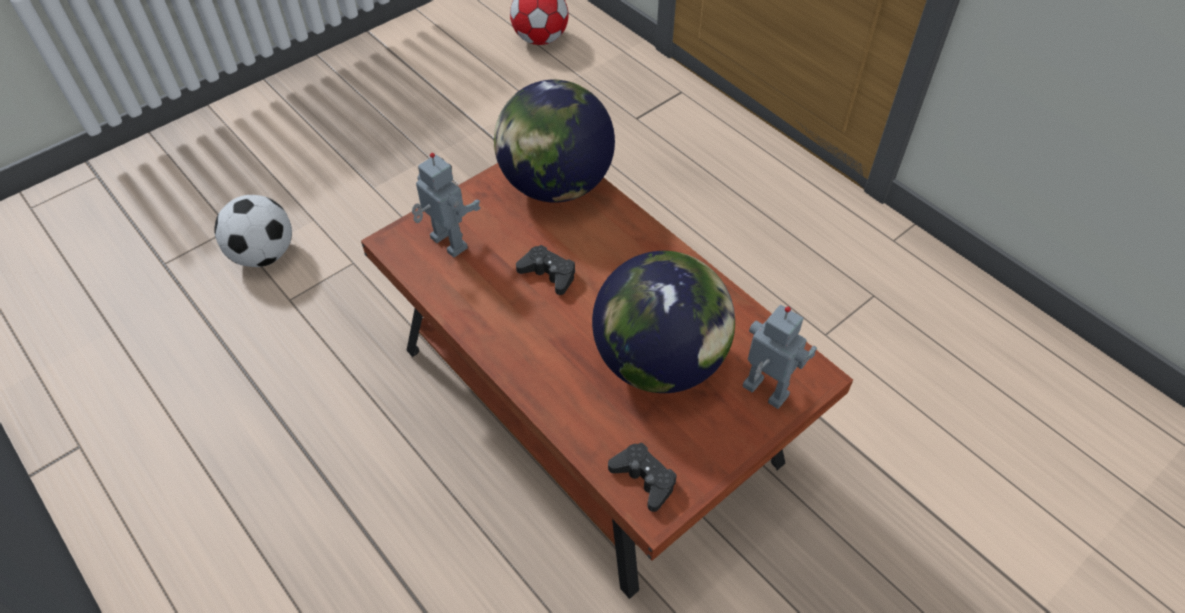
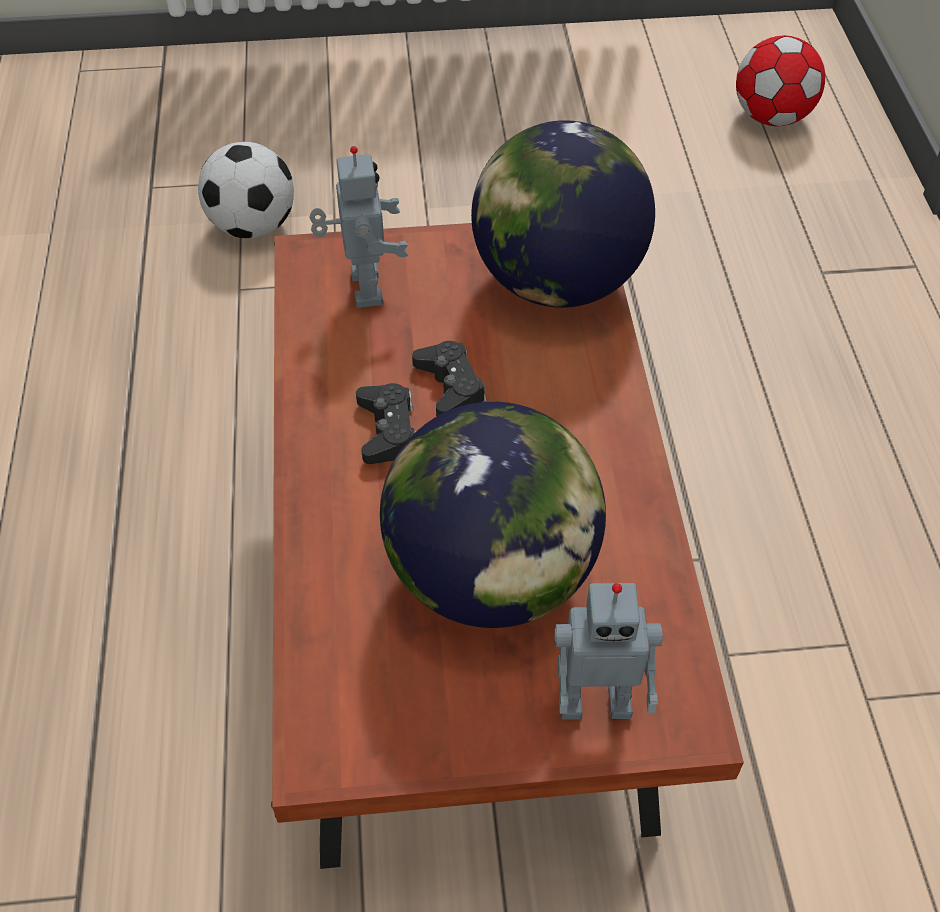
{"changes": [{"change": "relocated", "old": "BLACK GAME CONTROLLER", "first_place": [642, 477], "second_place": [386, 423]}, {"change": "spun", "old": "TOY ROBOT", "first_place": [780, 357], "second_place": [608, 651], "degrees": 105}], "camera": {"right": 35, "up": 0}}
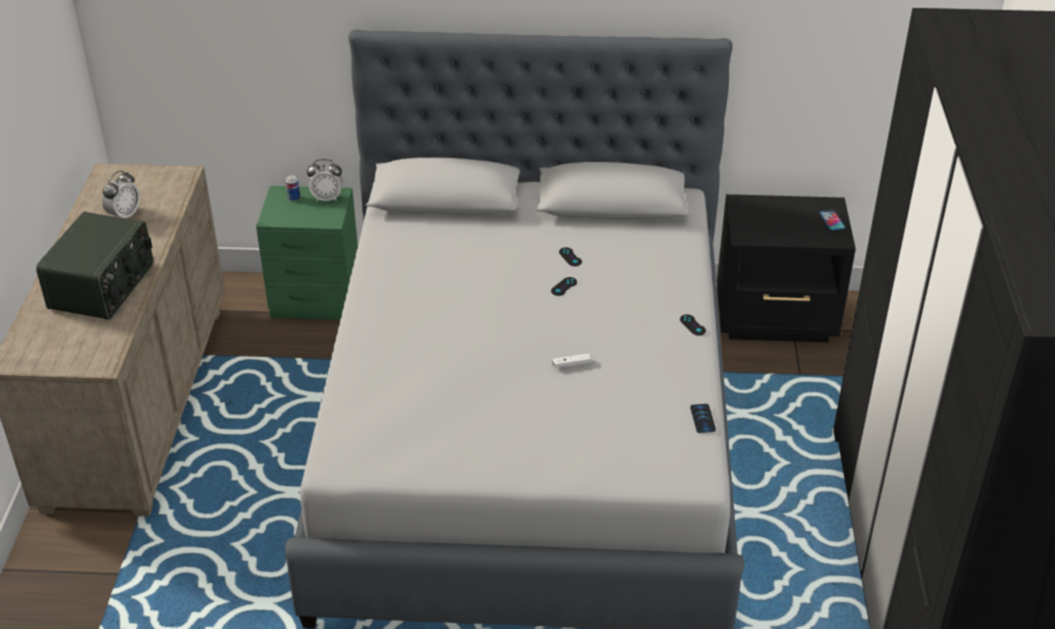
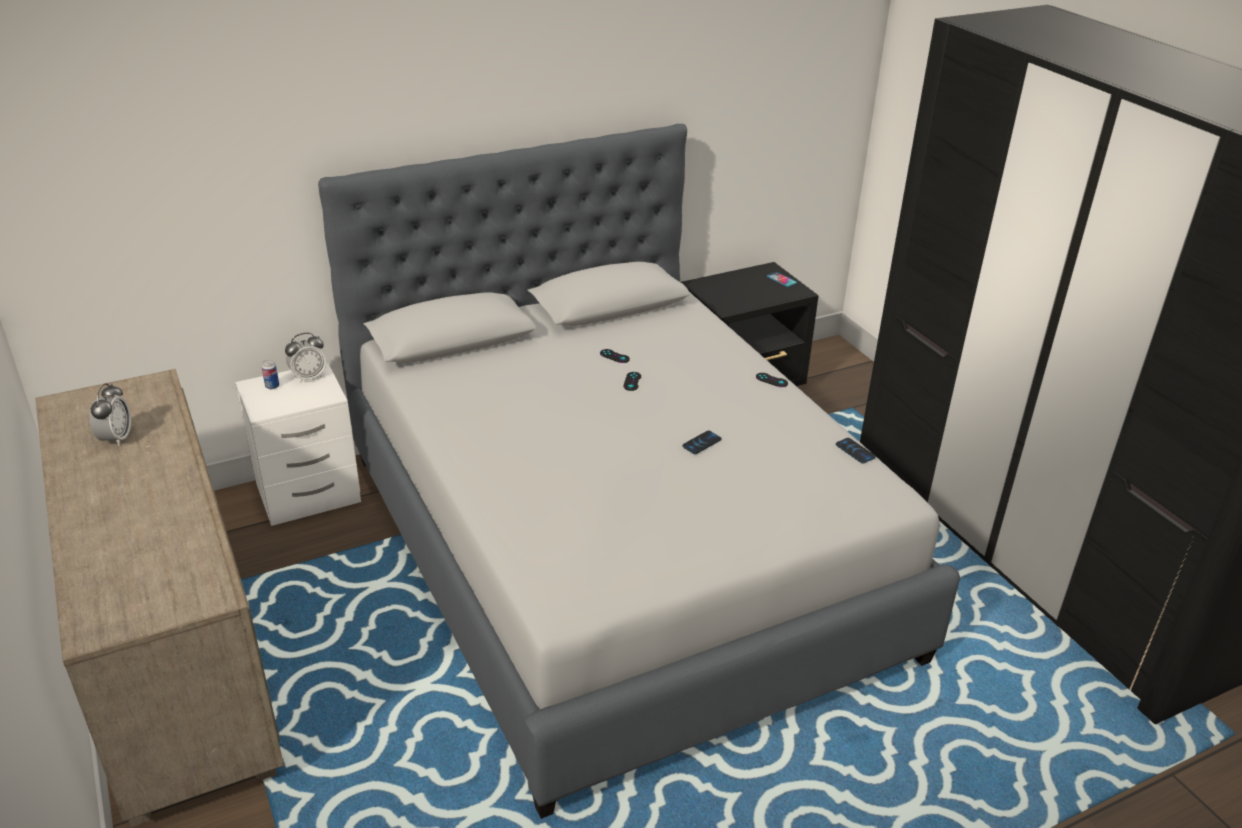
{"changes": [{"change": "colour", "old": "GREEN NIGHTSTAND", "new": "WHITE NIGHTSTAND", "first_place": [307, 253], "second_place": [298, 444]}, {"change": "exchanged", "old": "WHITE GAME CONTROLLER", "new": "PHONE", "first_place": [571, 360], "second_place": [702, 442]}, {"change": "missing", "old": "RADIO", "first_place": [95, 266]}], "camera": {"right": -30, "up": -5}}
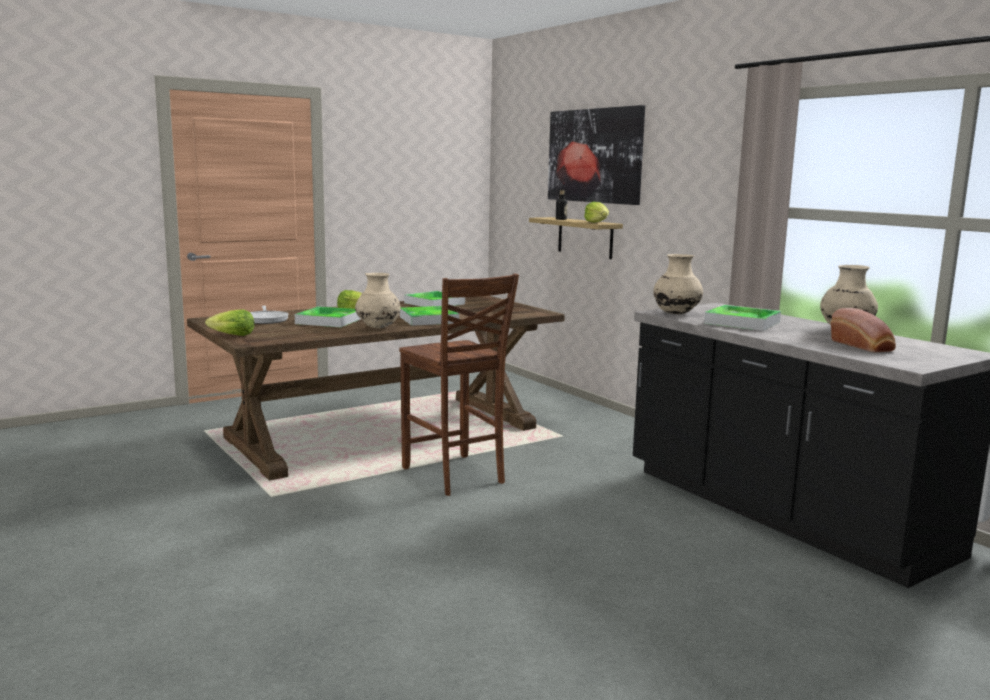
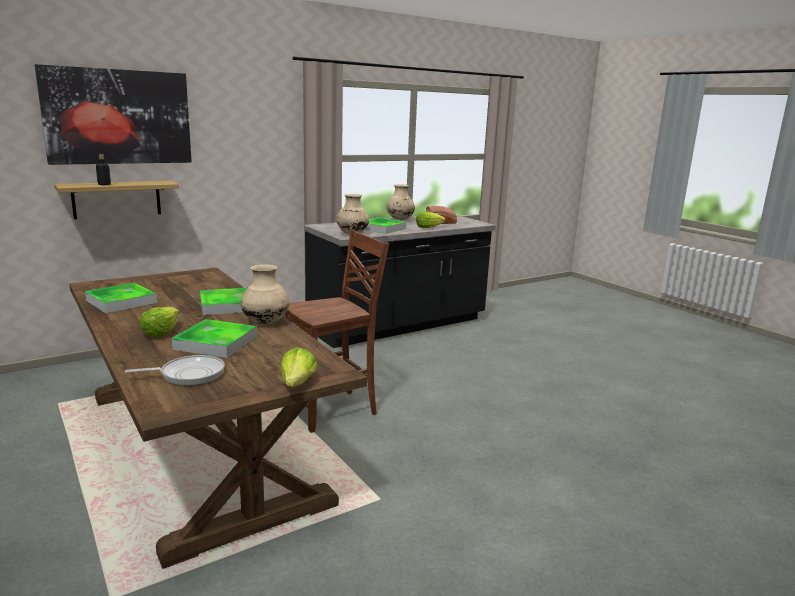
{"changes": [{"change": "relocated", "old": "LETTUCE", "first_place": [596, 212], "second_place": [430, 219]}], "camera": {"right": -90, "up": 5}}
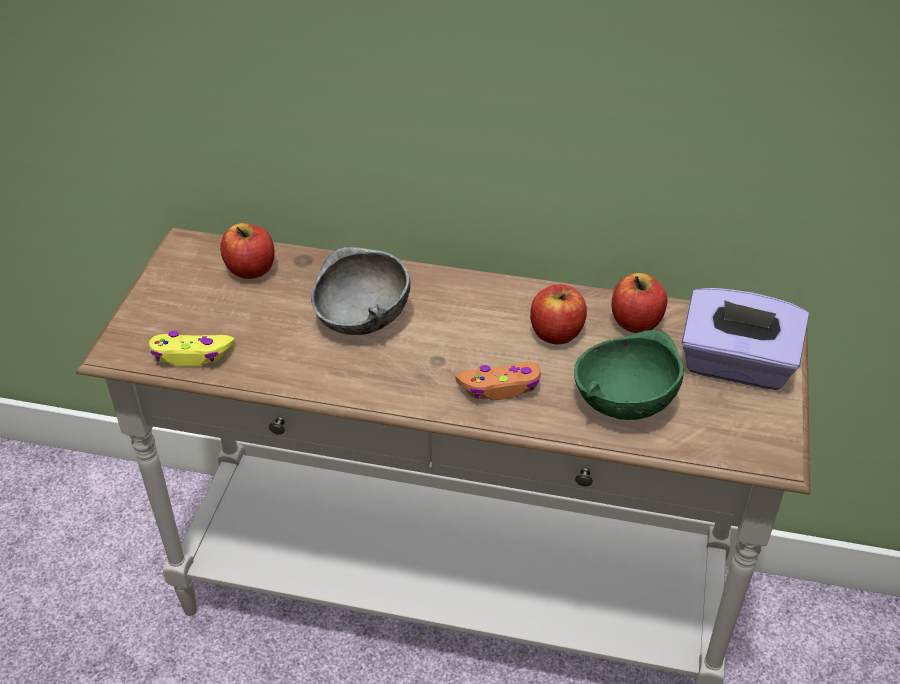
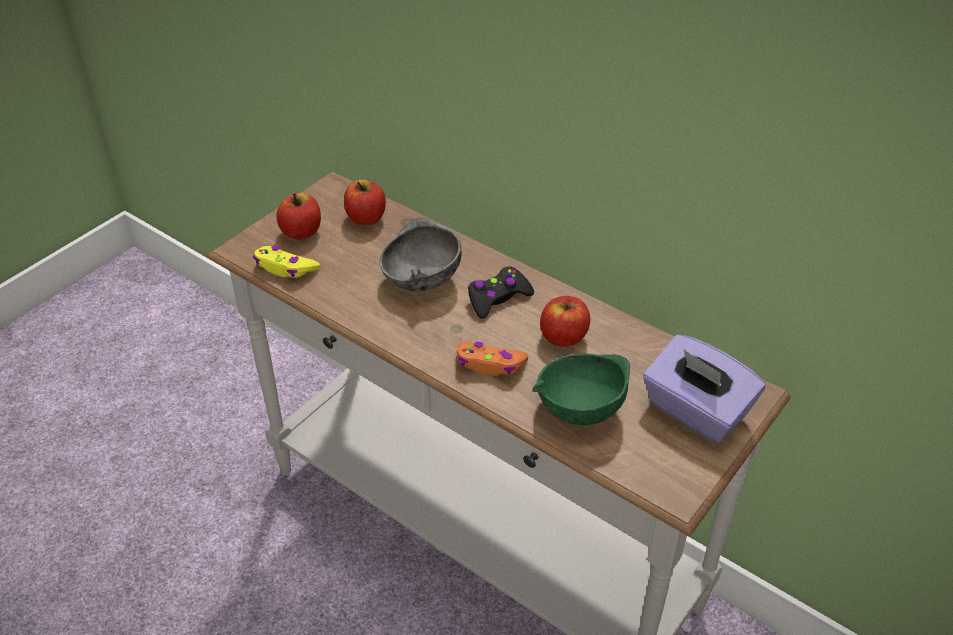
{"changes": [{"change": "relocated", "old": "APPLE", "first_place": [639, 303], "second_place": [298, 216]}, {"change": "appeared", "new": "BLACK GAME CONTROLLER", "second_place": [501, 292]}], "camera": {"right": 25, "up": 0}}
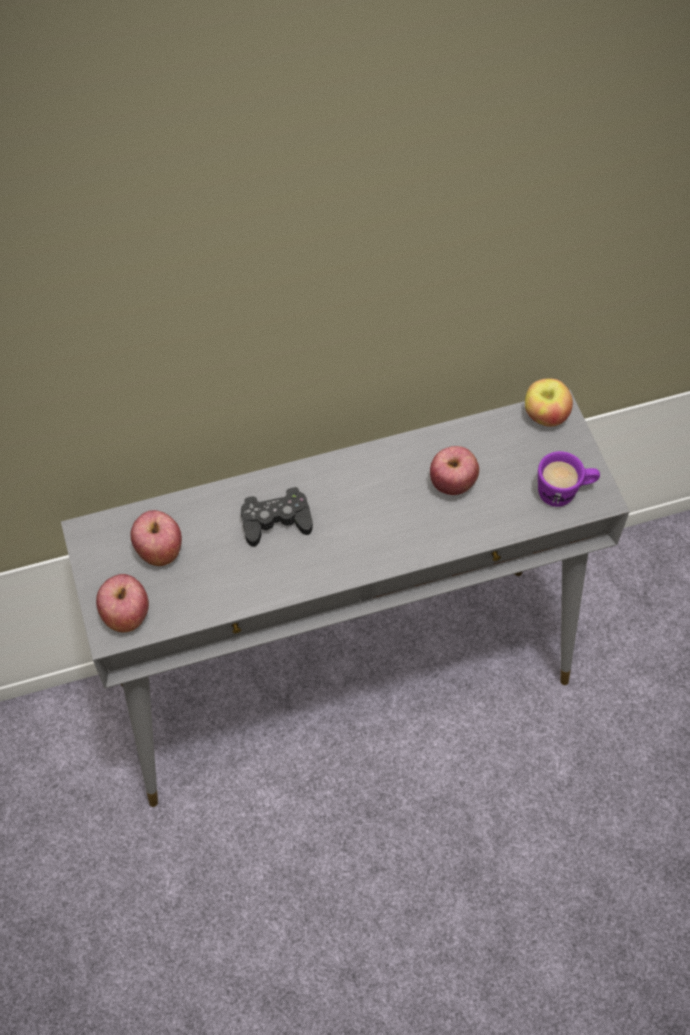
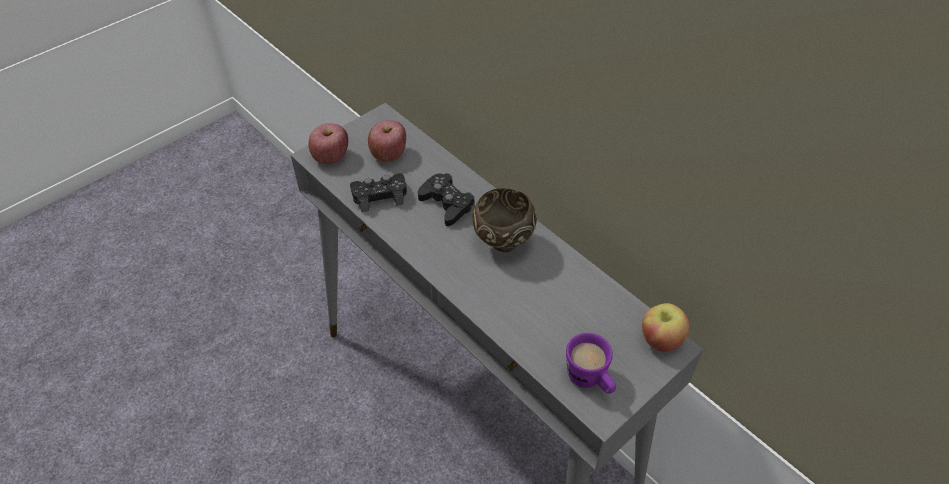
{"changes": [{"change": "appeared", "new": "BLACK GAME CONTROLLER", "second_place": [378, 193]}, {"change": "appeared", "new": "BROWN BOWL", "second_place": [504, 220]}, {"change": "missing", "old": "APPLE", "first_place": [454, 470]}], "camera": {"right": 65, "up": -10}}
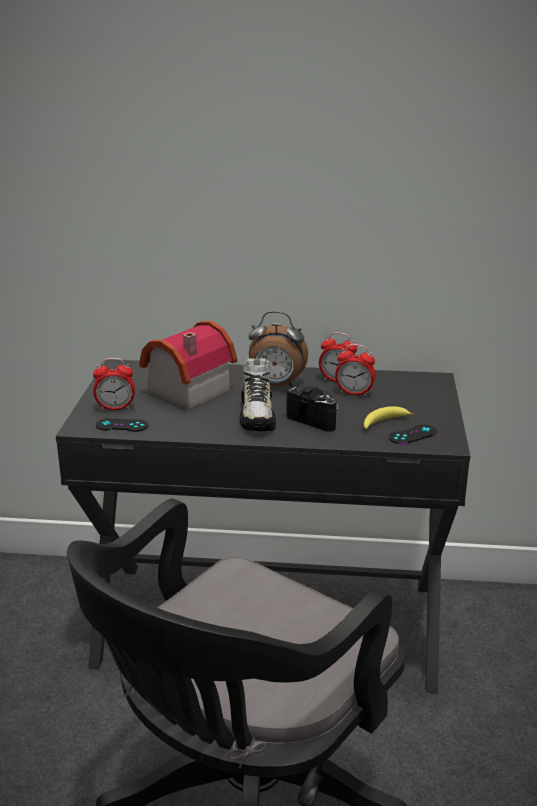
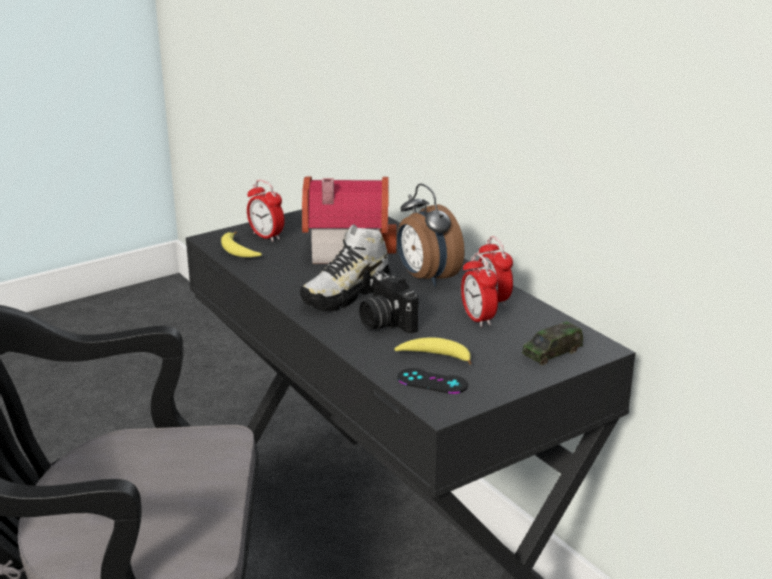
{"changes": [{"change": "exchanged", "old": "BLACK GAME CONTROLLER", "new": "BANANA", "first_place": [122, 425], "second_place": [241, 244]}, {"change": "spun", "old": "PHOTO CAMERA", "first_place": [312, 408], "second_place": [388, 302], "degrees": 150}, {"change": "appeared", "new": "TOY CAR", "second_place": [552, 344]}], "camera": {"right": 50, "up": 0}}
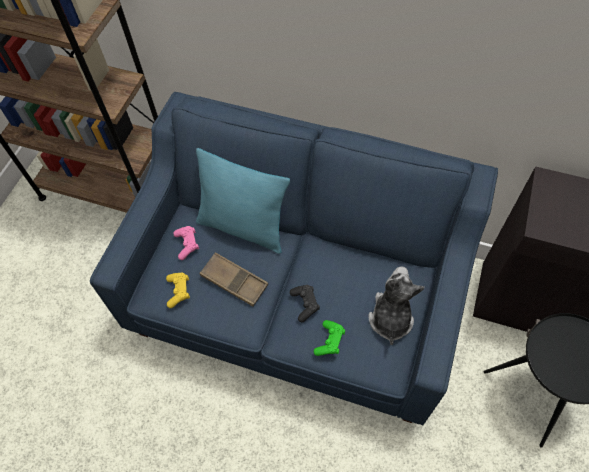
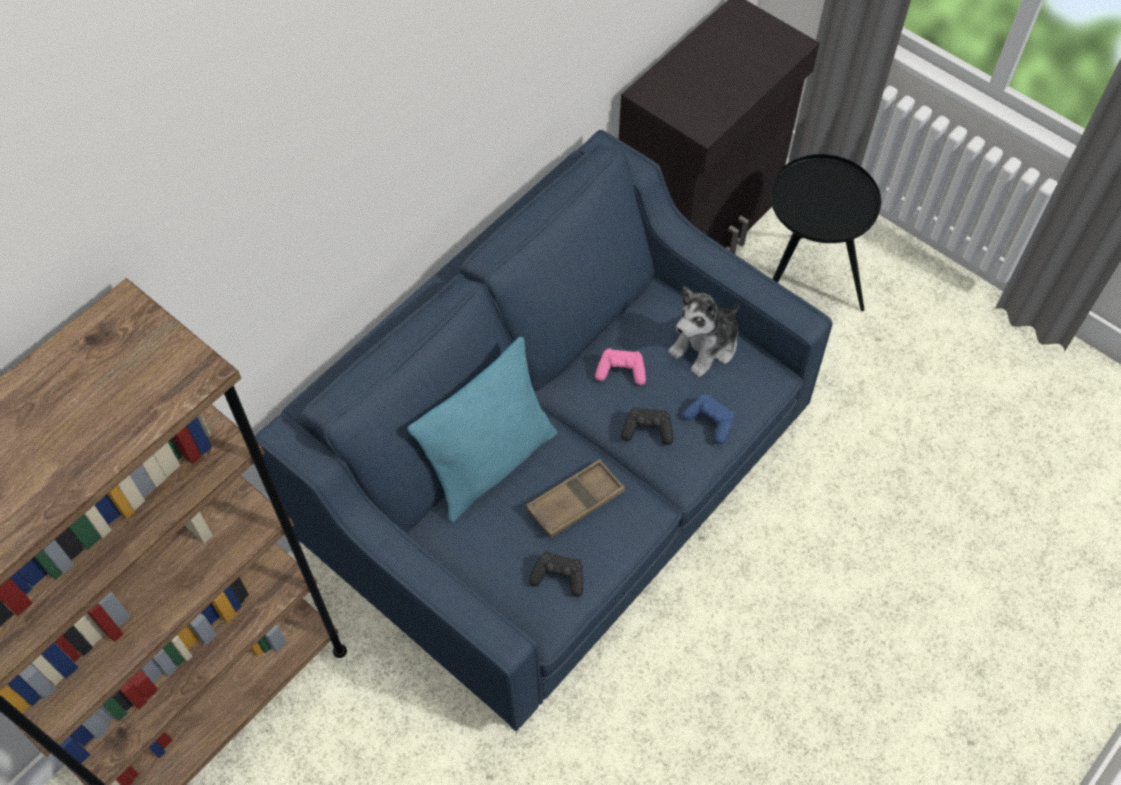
{"changes": [{"change": "colour", "old": "YELLOW GAME CONTROLLER", "new": "BLACK GAME CONTROLLER", "first_place": [178, 290], "second_place": [556, 574]}, {"change": "relocated", "old": "PINK GAME CONTROLLER", "first_place": [186, 243], "second_place": [620, 367]}, {"change": "spun", "old": "PLUSH TOY", "first_place": [396, 305], "second_place": [704, 331], "degrees": -75}, {"change": "colour", "old": "GREEN GAME CONTROLLER", "new": "BLUE GAME CONTROLLER", "first_place": [329, 338], "second_place": [708, 419]}], "camera": {"right": -70, "up": 0}}
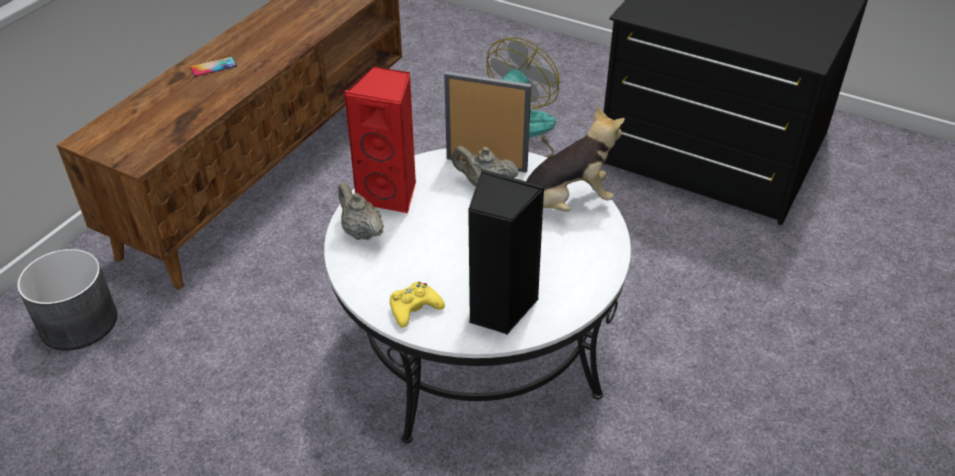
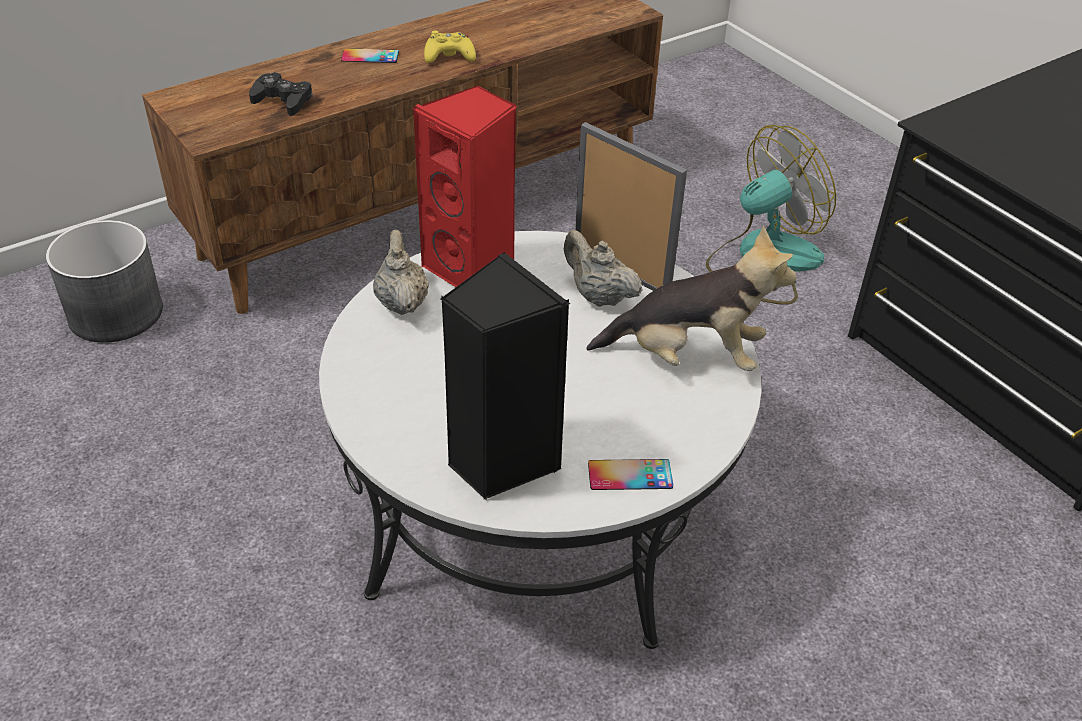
{"changes": [{"change": "appeared", "new": "BLACK GAME CONTROLLER", "second_place": [281, 94]}, {"change": "relocated", "old": "YELLOW GAME CONTROLLER", "first_place": [417, 305], "second_place": [450, 46]}, {"change": "appeared", "new": "PHONE", "second_place": [630, 474]}], "camera": {"right": 25, "up": 0}}
